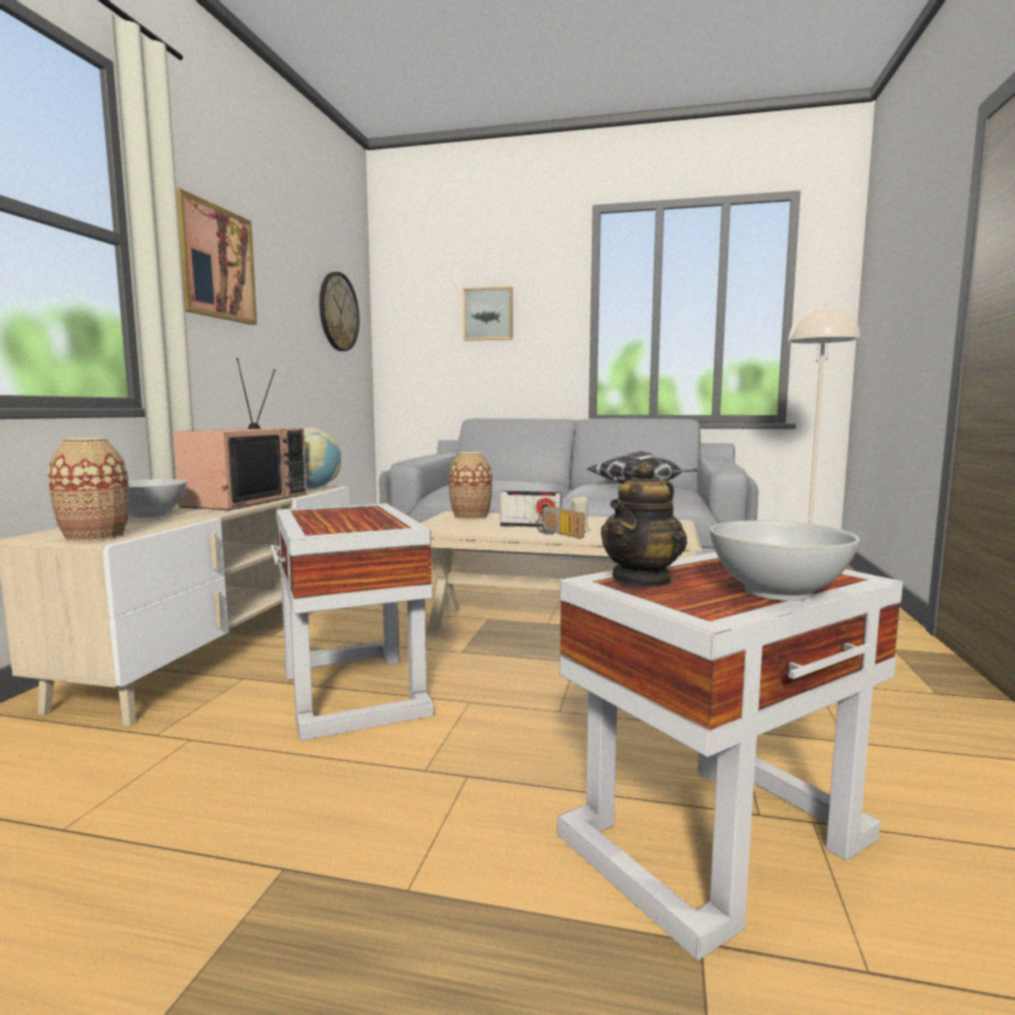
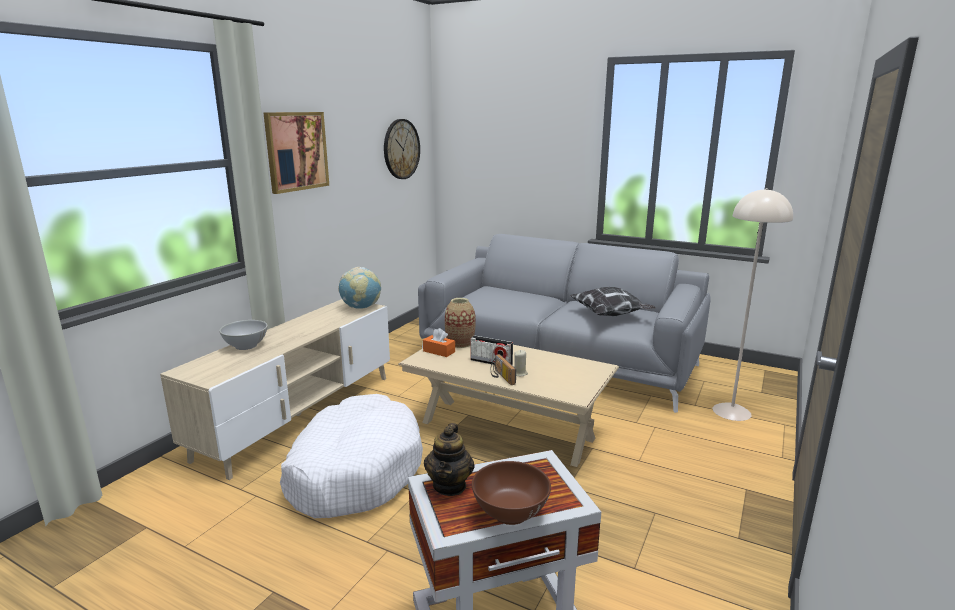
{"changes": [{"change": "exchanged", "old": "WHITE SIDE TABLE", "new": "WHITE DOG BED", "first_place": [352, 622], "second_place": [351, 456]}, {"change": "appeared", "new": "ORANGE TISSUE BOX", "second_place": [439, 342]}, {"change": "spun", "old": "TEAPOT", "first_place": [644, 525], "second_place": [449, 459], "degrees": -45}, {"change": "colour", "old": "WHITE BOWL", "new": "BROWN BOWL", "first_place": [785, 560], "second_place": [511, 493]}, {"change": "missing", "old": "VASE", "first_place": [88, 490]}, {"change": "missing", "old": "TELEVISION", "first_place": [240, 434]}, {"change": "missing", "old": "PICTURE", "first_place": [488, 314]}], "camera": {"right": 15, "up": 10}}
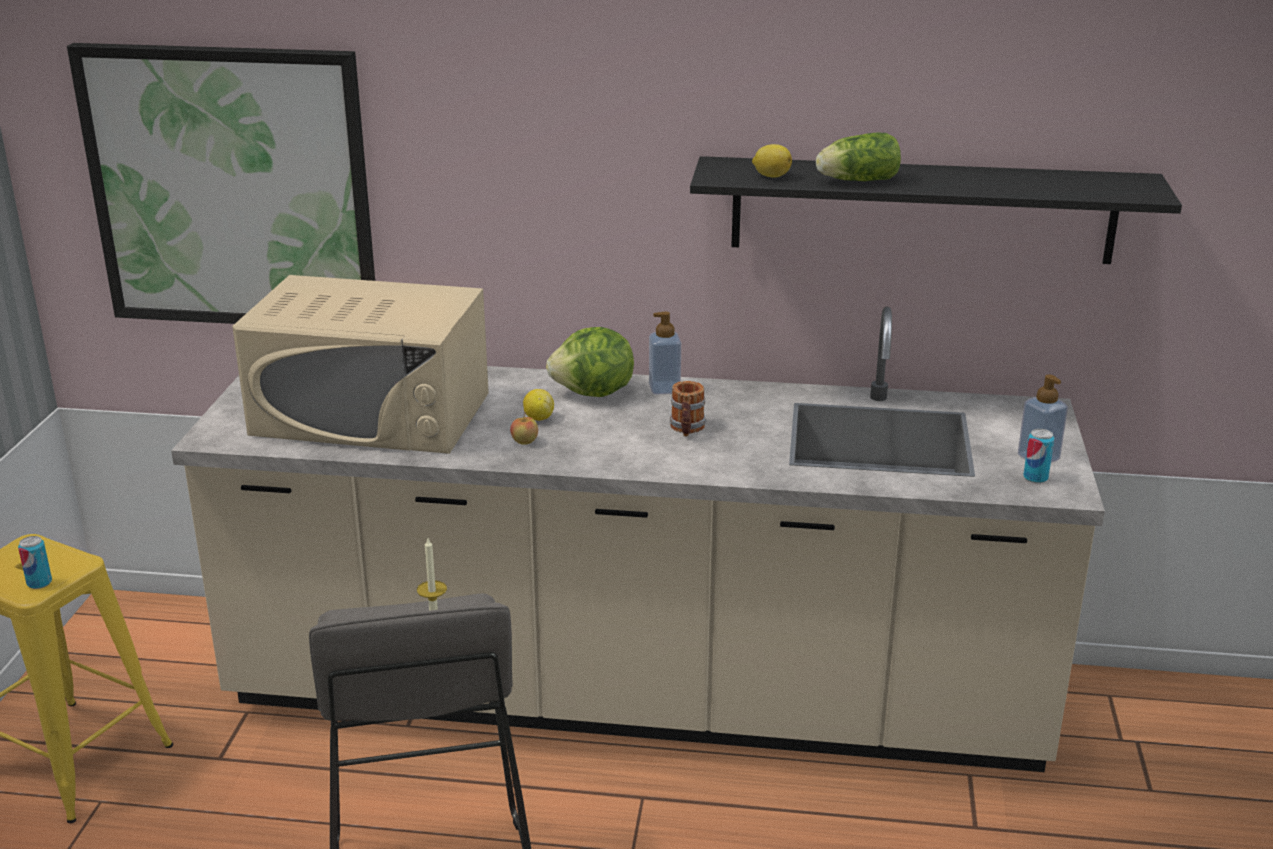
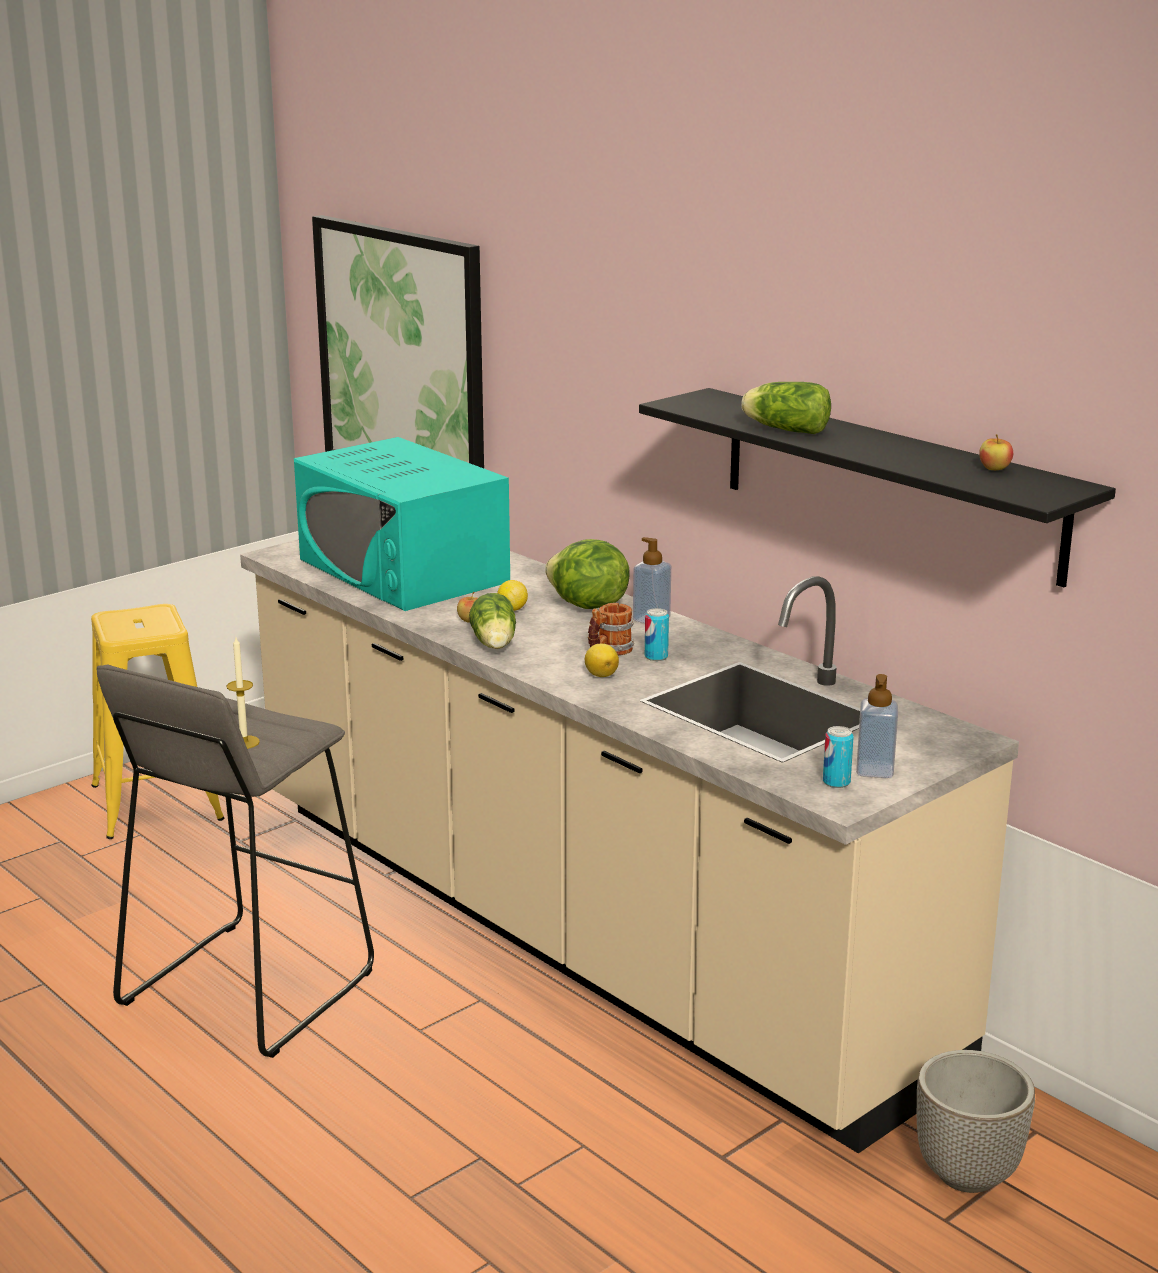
{"changes": [{"change": "colour", "old": "BEIGE MICROWAVE", "new": "TURQUOISE MICROWAVE", "first_place": [360, 364], "second_place": [402, 524]}, {"change": "appeared", "new": "LETTUCE", "second_place": [492, 621]}, {"change": "relocated", "old": "LEMON", "first_place": [772, 161], "second_place": [602, 660]}, {"change": "relocated", "old": "CAN", "first_place": [35, 562], "second_place": [657, 634]}, {"change": "appeared", "new": "PLANTER", "second_place": [976, 1121]}, {"change": "appeared", "new": "APPLE", "second_place": [996, 452]}], "camera": {"right": 40, "up": -5}}
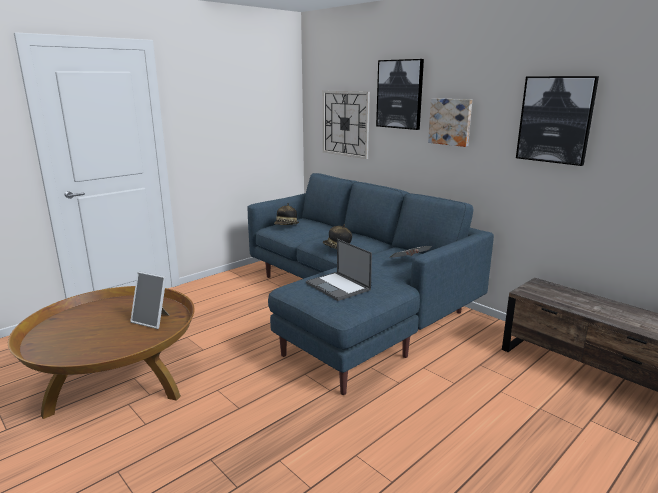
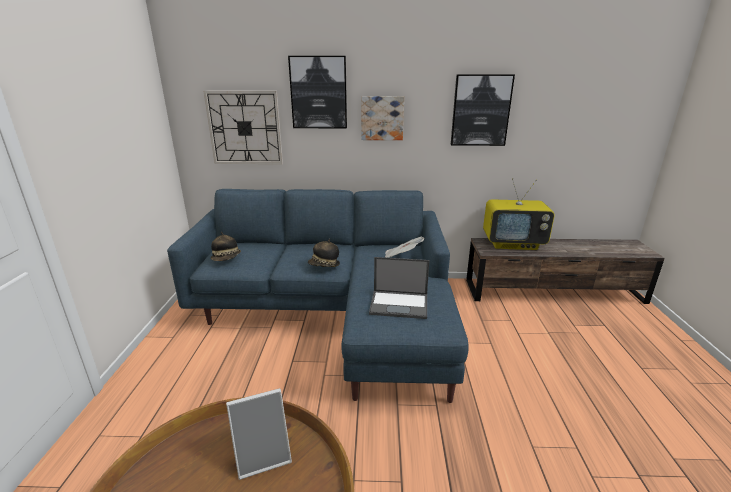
{"changes": [{"change": "appeared", "new": "TELEVISION", "second_place": [519, 214]}], "camera": {"right": -45, "up": 5}}
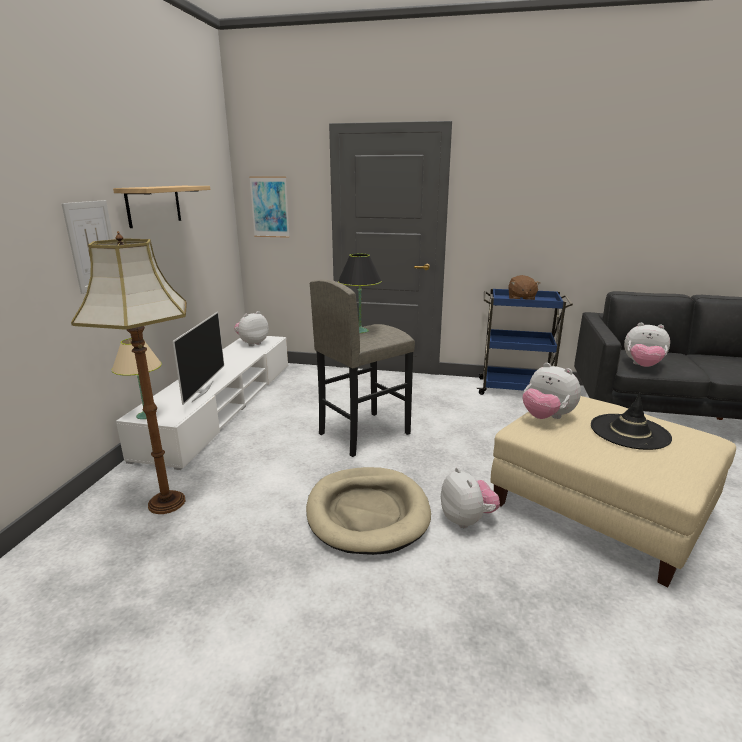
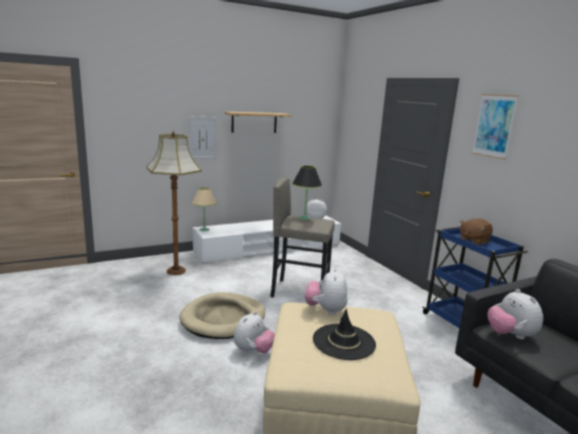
{"changes": [{"change": "relocated", "old": "PICTURE", "first_place": [269, 207], "second_place": [495, 126]}, {"change": "missing", "old": "TELEVISION", "first_place": [198, 358]}], "camera": {"right": 50, "up": -5}}
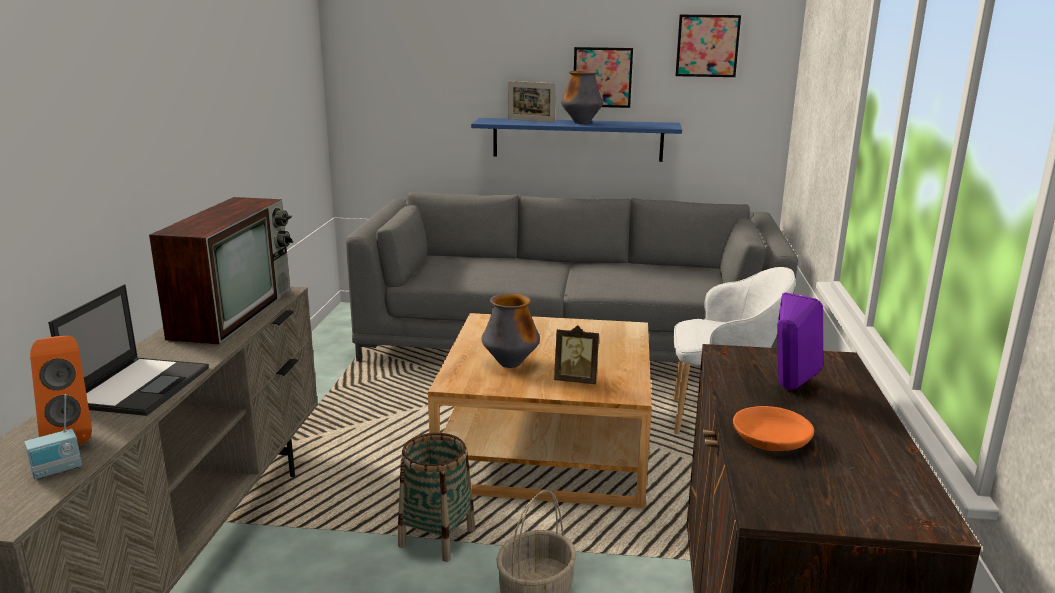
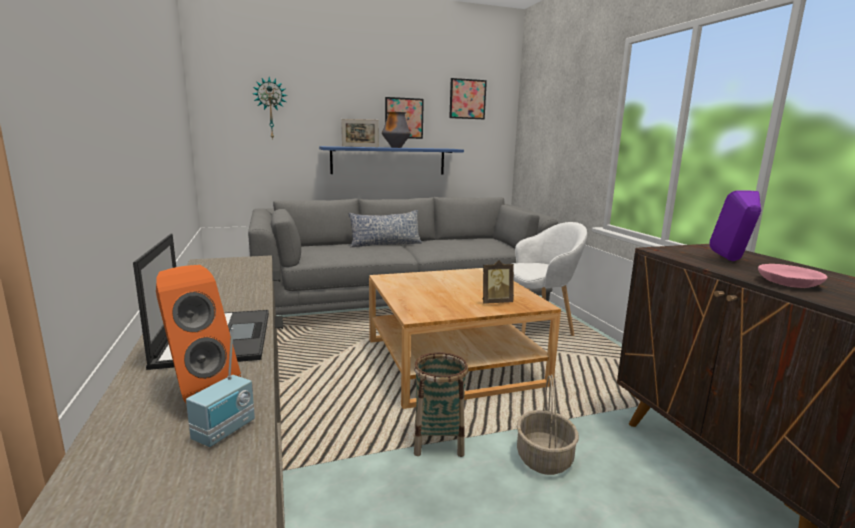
{"changes": [{"change": "appeared", "new": "WALL CLOCK", "second_place": [270, 108]}, {"change": "appeared", "new": "PILLOW", "second_place": [385, 228]}, {"change": "colour", "old": "ORANGE BOWL", "new": "PINK BOWL", "first_place": [773, 428], "second_place": [793, 276]}, {"change": "missing", "old": "TELEVISION", "first_place": [221, 270]}, {"change": "missing", "old": "VASE", "first_place": [511, 330]}], "camera": {"right": -25, "up": -5}}
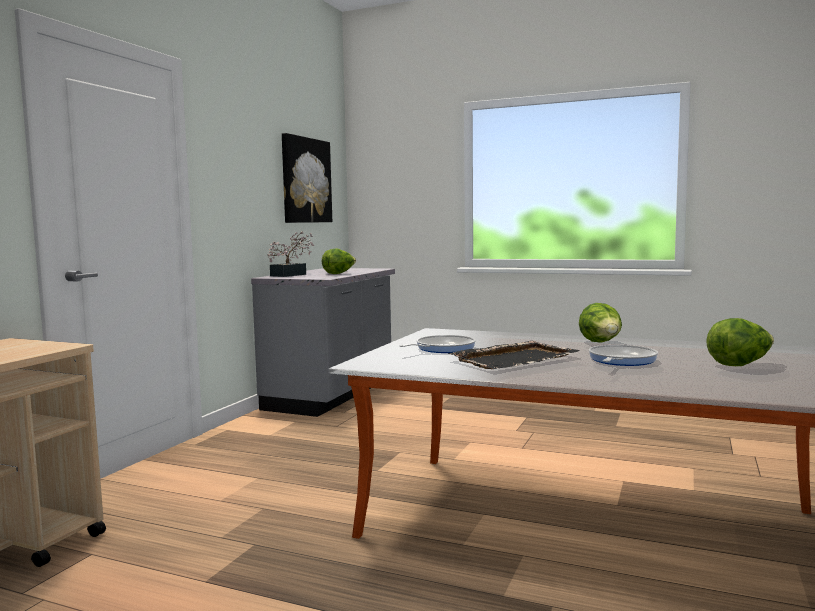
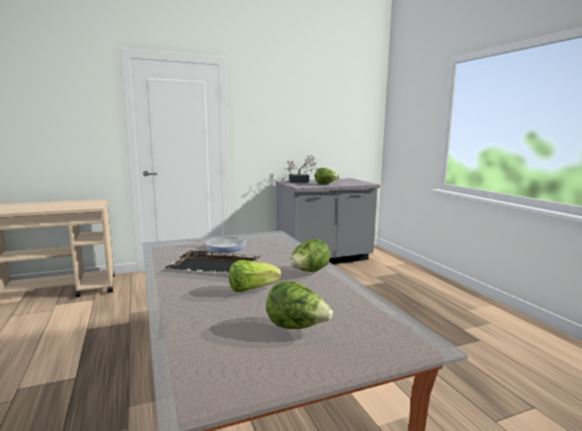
{"changes": [{"change": "exchanged", "old": "FRYING PAN", "new": "LETTUCE", "first_place": [623, 355], "second_place": [255, 276]}, {"change": "missing", "old": "PICTURE", "first_place": [307, 178]}], "camera": {"right": 45, "up": 5}}
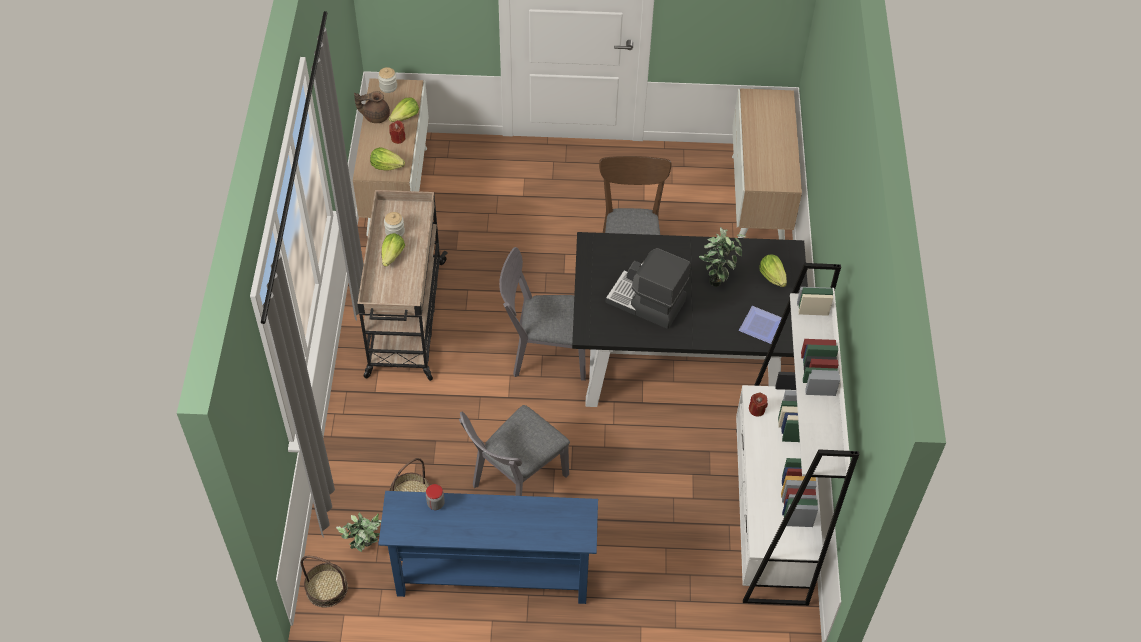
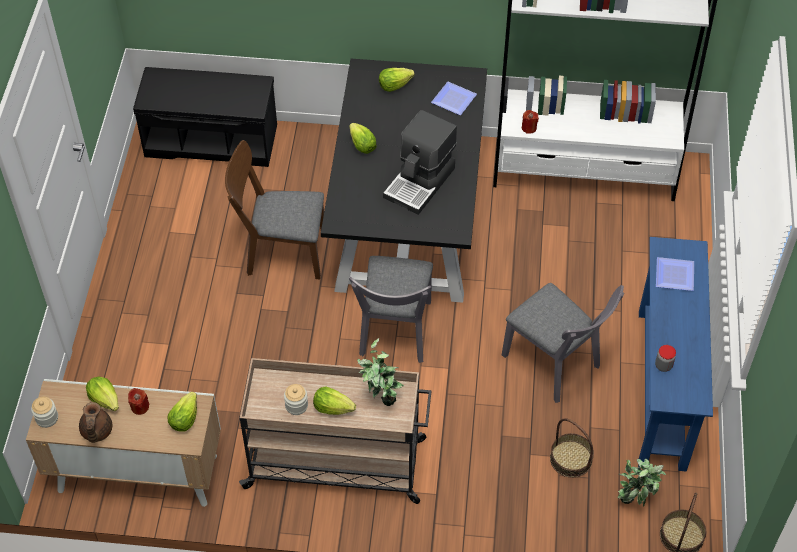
{"changes": [{"change": "exchanged", "old": "CABINET", "new": "BLACK BENCH", "first_place": [767, 164], "second_place": [205, 117]}, {"change": "appeared", "new": "LETTUCE", "second_place": [363, 138]}, {"change": "relocated", "old": "POTTED PLANT", "first_place": [722, 257], "second_place": [380, 372]}, {"change": "appeared", "new": "PLATE", "second_place": [675, 274]}], "camera": {"right": -85, "up": 0}}
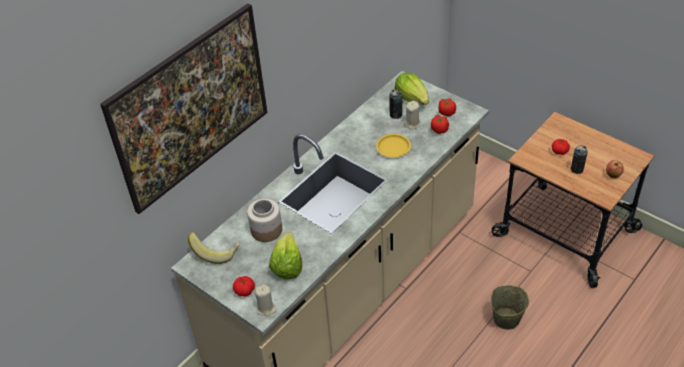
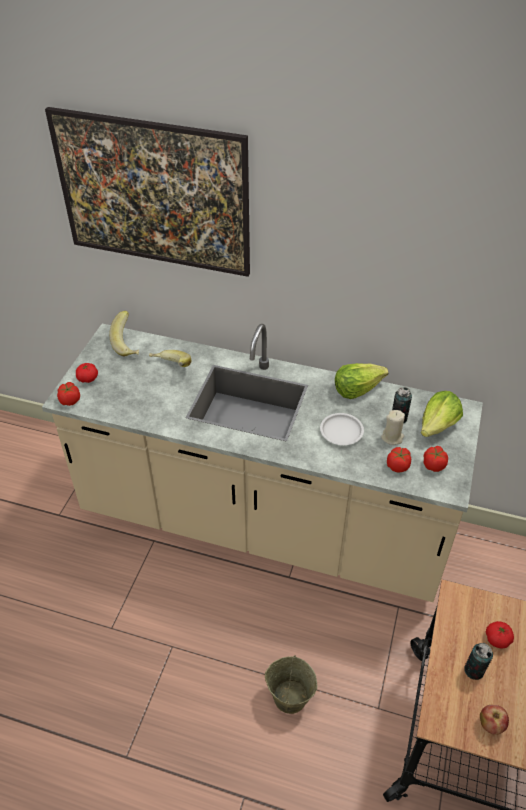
{"changes": [{"change": "exchanged", "old": "BEIGE CANDLE", "new": "TOMATO", "first_place": [265, 300], "second_place": [68, 394]}, {"change": "exchanged", "old": "JAR", "new": "BANANA", "first_place": [264, 220], "second_place": [170, 358]}, {"change": "colour", "old": "YELLOW PLATE", "new": "WHITE PLATE", "first_place": [393, 145], "second_place": [342, 429]}, {"change": "relocated", "old": "LETTUCE", "first_place": [285, 255], "second_place": [362, 381]}], "camera": {"right": 65, "up": 0}}
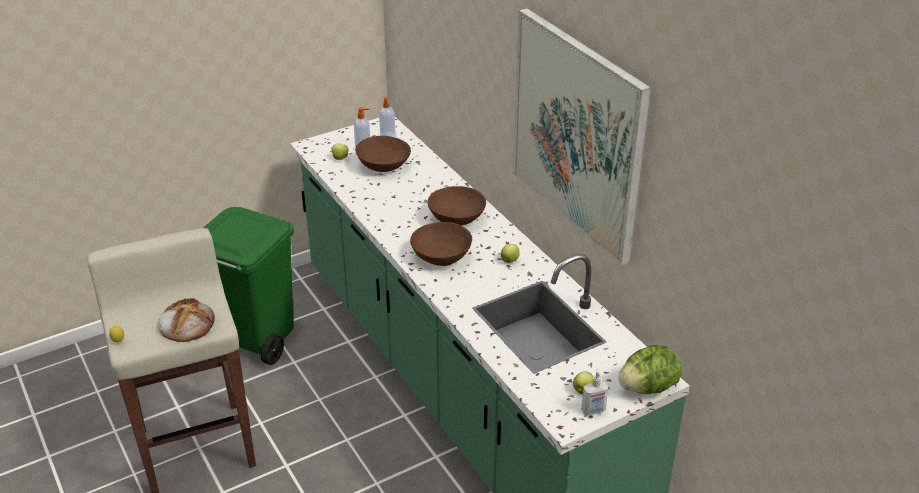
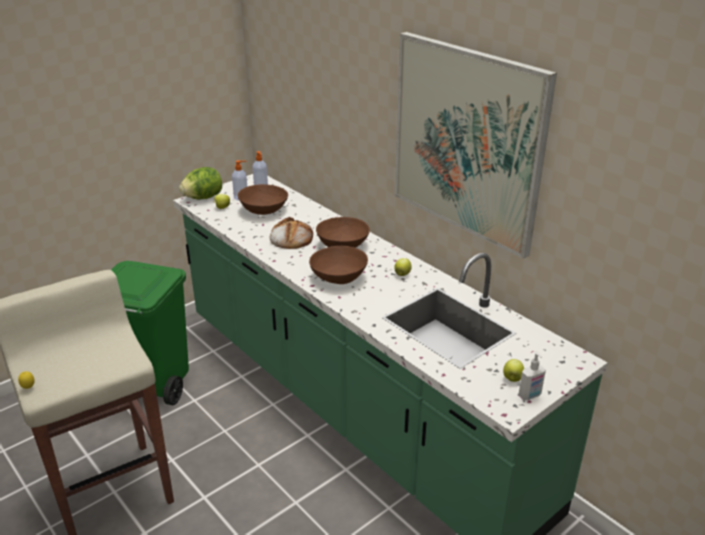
{"changes": [{"change": "relocated", "old": "LETTUCE", "first_place": [650, 369], "second_place": [200, 183]}, {"change": "relocated", "old": "BREAD", "first_place": [186, 320], "second_place": [291, 232]}], "camera": {"right": -10, "up": -5}}
